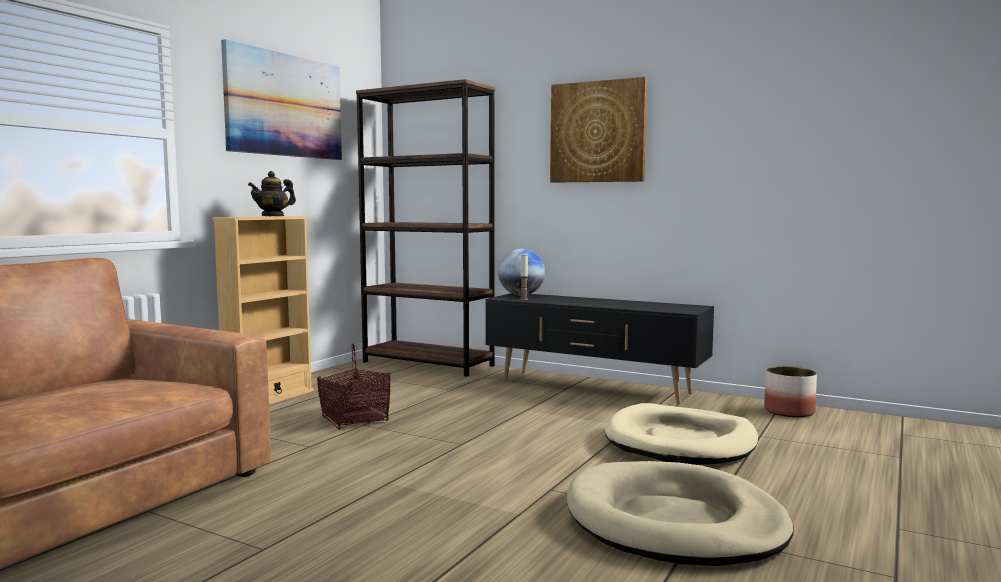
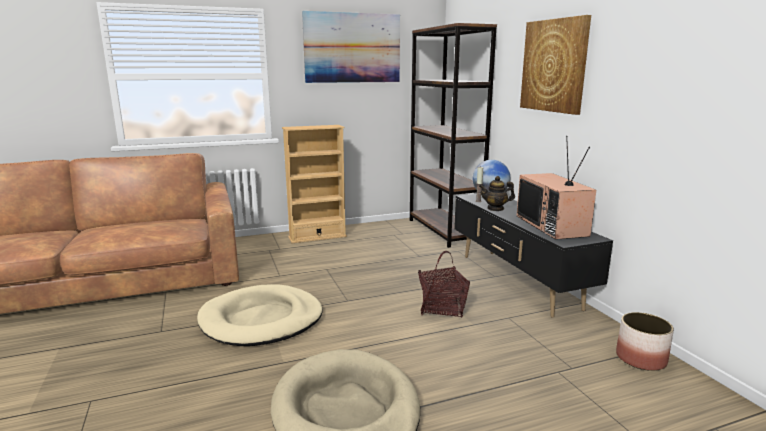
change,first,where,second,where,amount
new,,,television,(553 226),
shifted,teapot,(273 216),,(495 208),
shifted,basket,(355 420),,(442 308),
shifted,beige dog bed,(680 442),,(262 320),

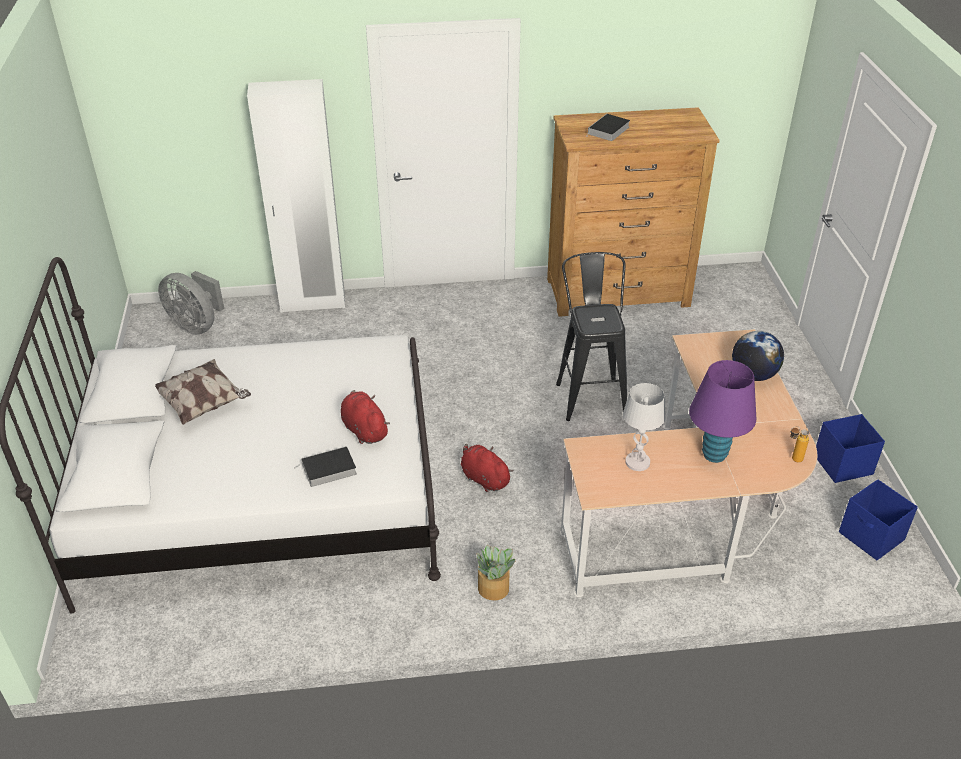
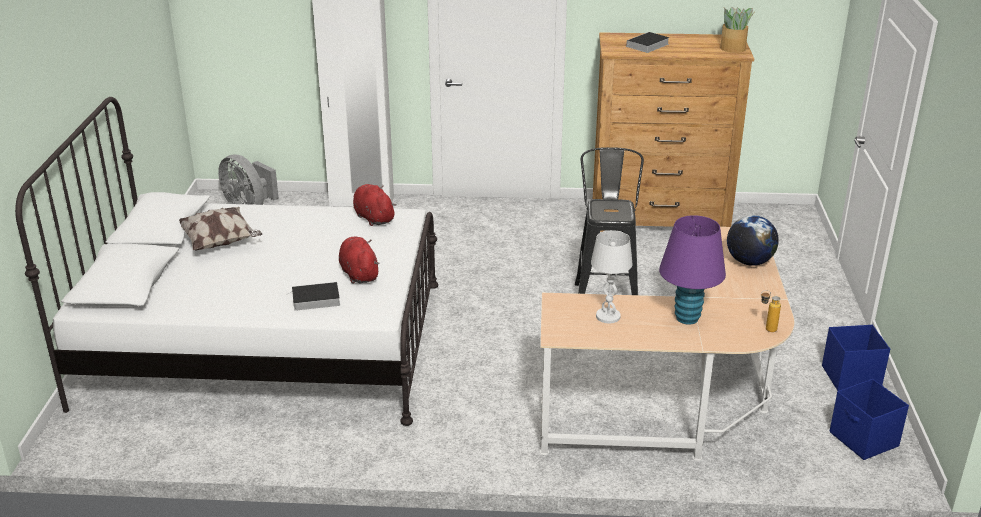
change,first,where,second,where,amount
shifted,red plush toy,(483 478),,(373 218),
shifted,potted plant,(494 589),,(733 48),

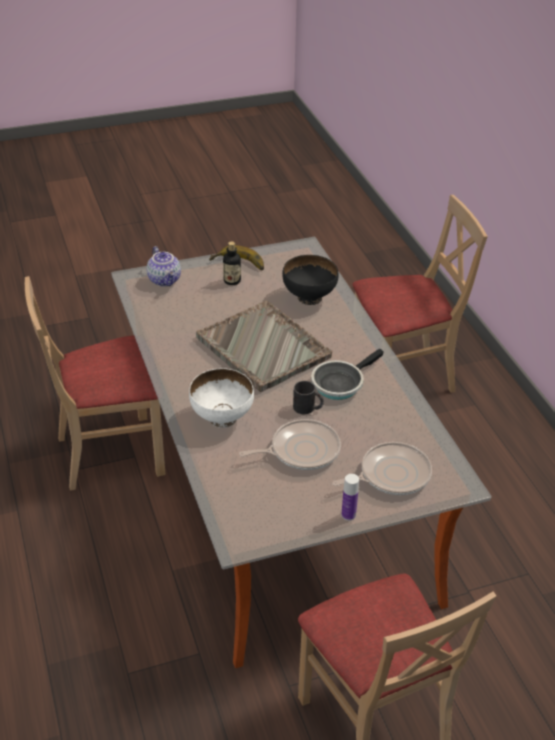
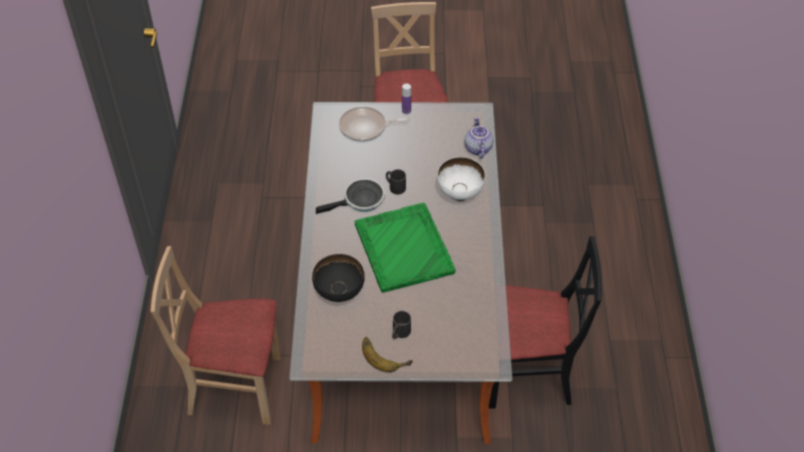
change,first,where,second,where,amount
gone,frying pan,(301 450),,,
shifted,teapot,(165 280),,(477 148),
swapped,bottle,(232 281),black mug,(399 333),
repainted,beige chair,(110 453),black chair,(527 374),
repainted,grey tray,(264 348),green tray,(403 247),

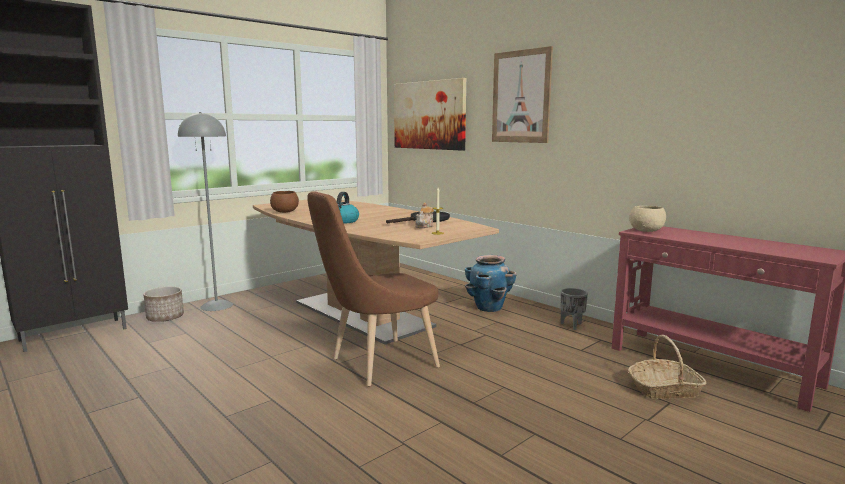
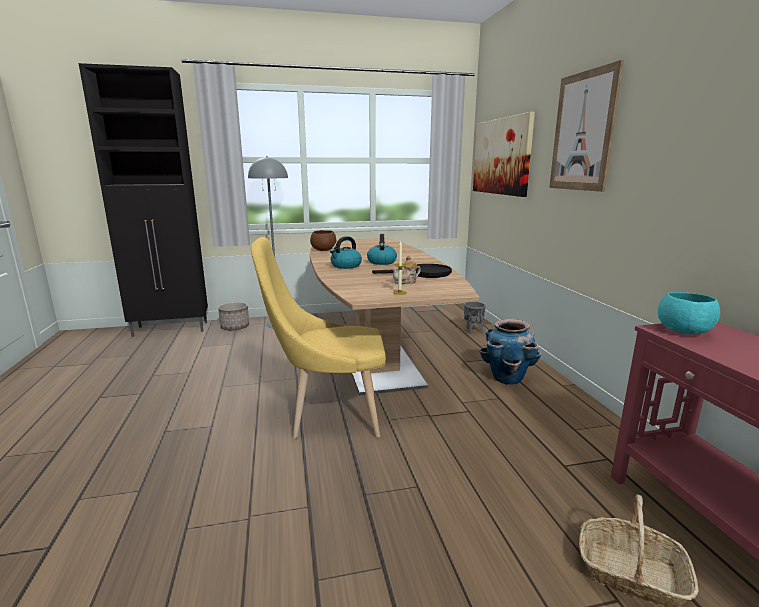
change,first,where,second,where,amount
new,,,kettle,(381 262),
shifted,grey planter,(572 325),,(472 331),
repainted,brown chair,(377 364),yellow chair,(329 415),
repainted,beige bowl,(646 231),turquoise bowl,(684 331),

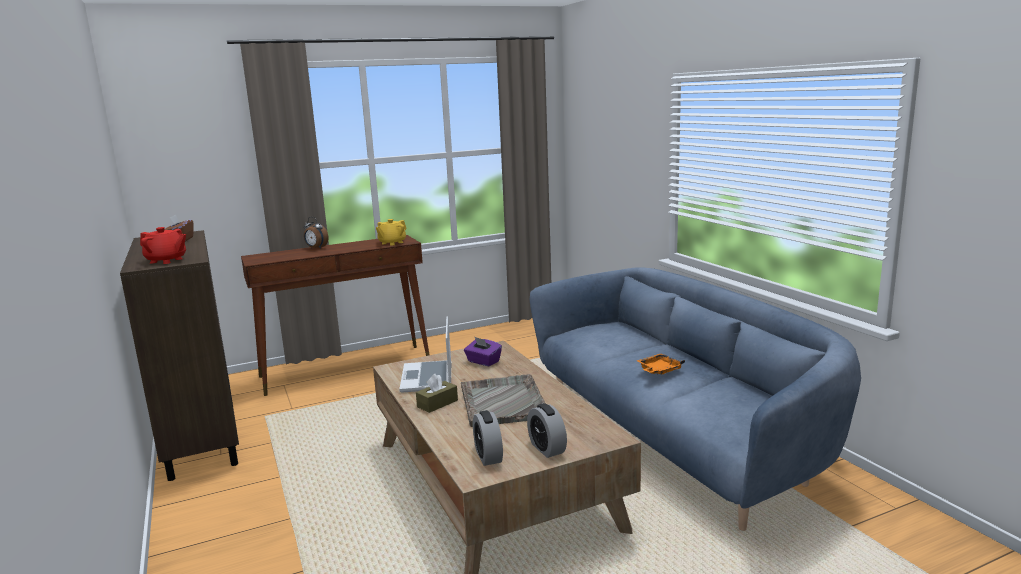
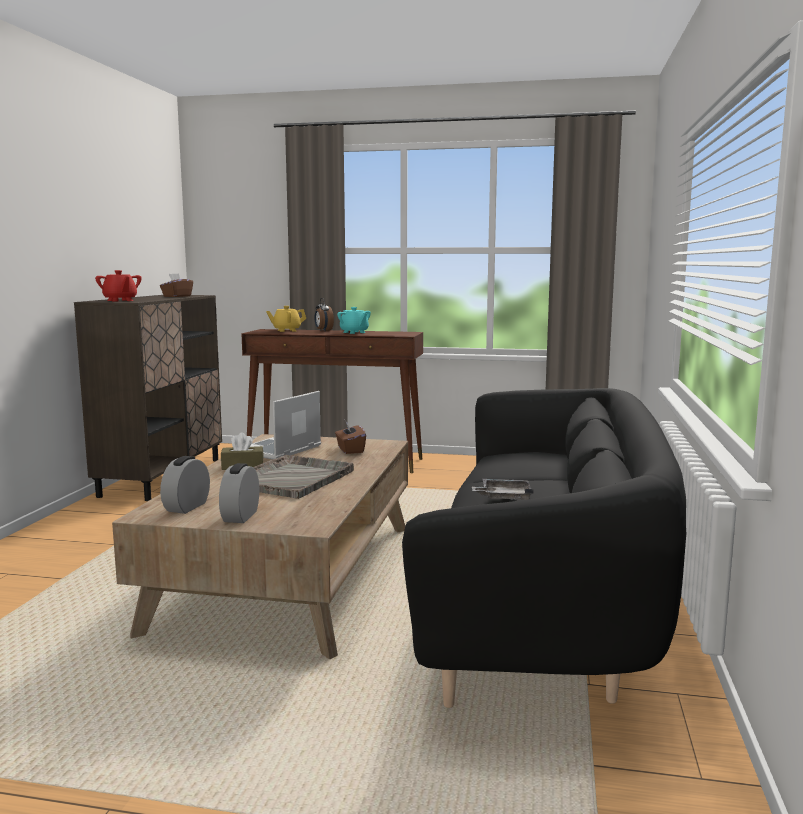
change,first,where,second,where,amount
new,,,turquoise teapot,(354 332),
shifted,yellow teapot,(392 243),,(286 330),
repainted,purple tissue box,(483 362),brown tissue box,(350 450),
repainted,blue sofa,(674 434),black sofa,(543 598),
repainted,orange tray,(659 370),grey tray,(504 497),

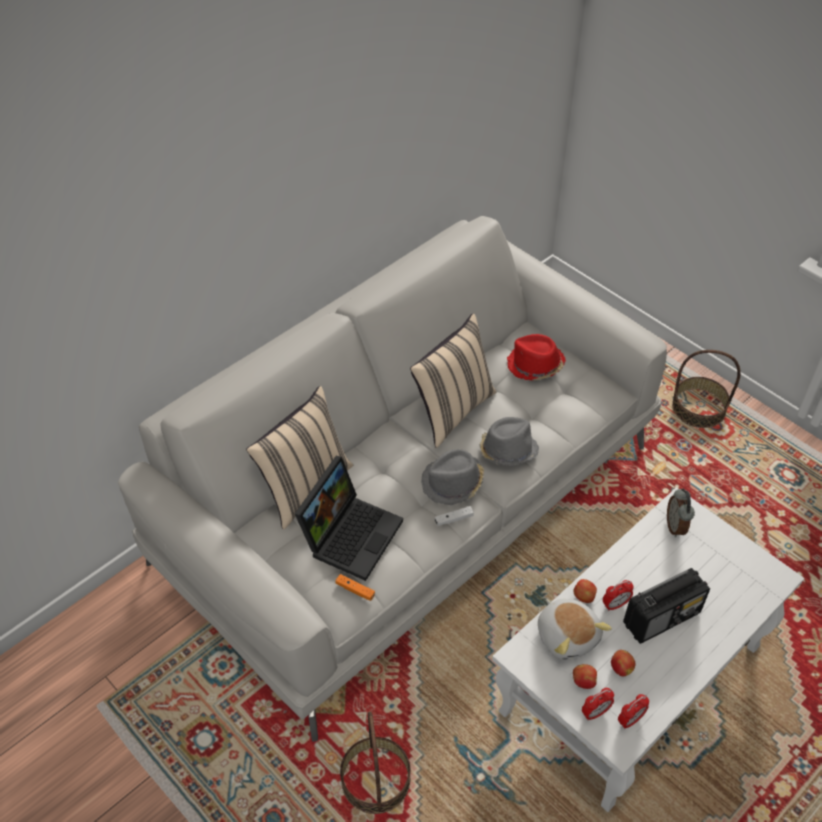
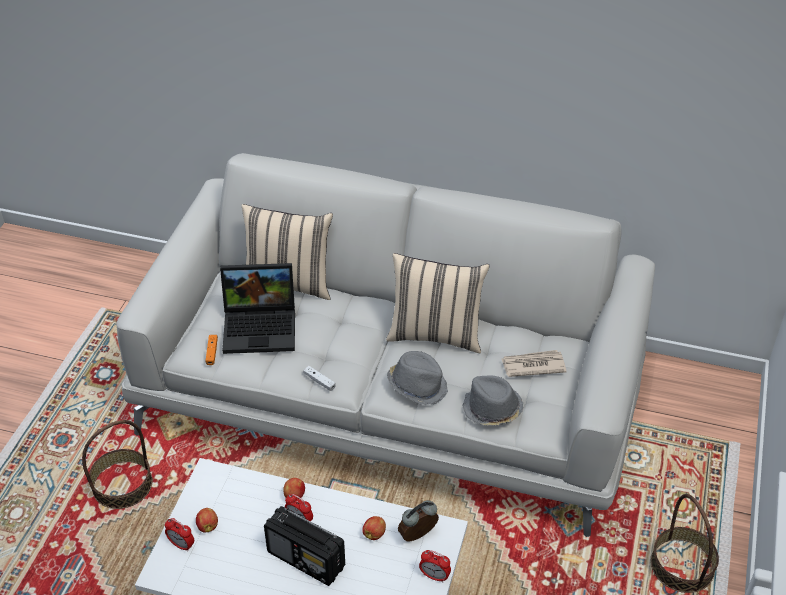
change,first,where,second,where,amount
gone,plush toy,(567 635),,,
shifted,grey hat,(453 483),,(491 409),
shifted,apple,(620 668),,(374 534),
shifted,alarm clock,(630 720),,(434 576),
swapped,red hat,(534 366),newspaper,(532 365),

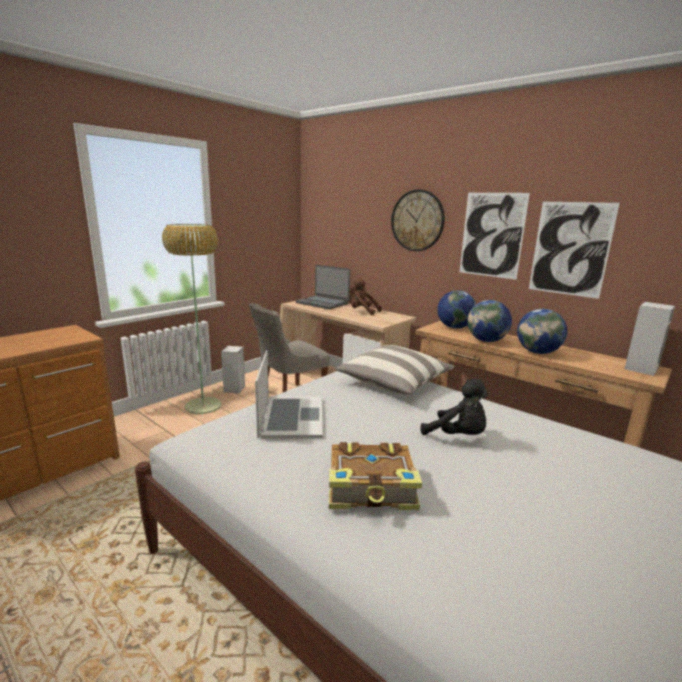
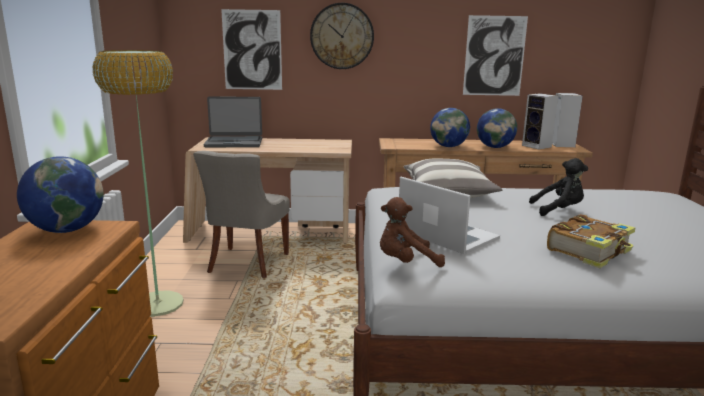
change,first,where,second,where,amount
shifted,speaker,(234 389),,(537 146),
shifted,brown plush toy,(362 312),,(406 263),
shifted,globe,(454 327),,(66 230),
shifted,picture,(492 235),,(252 50),

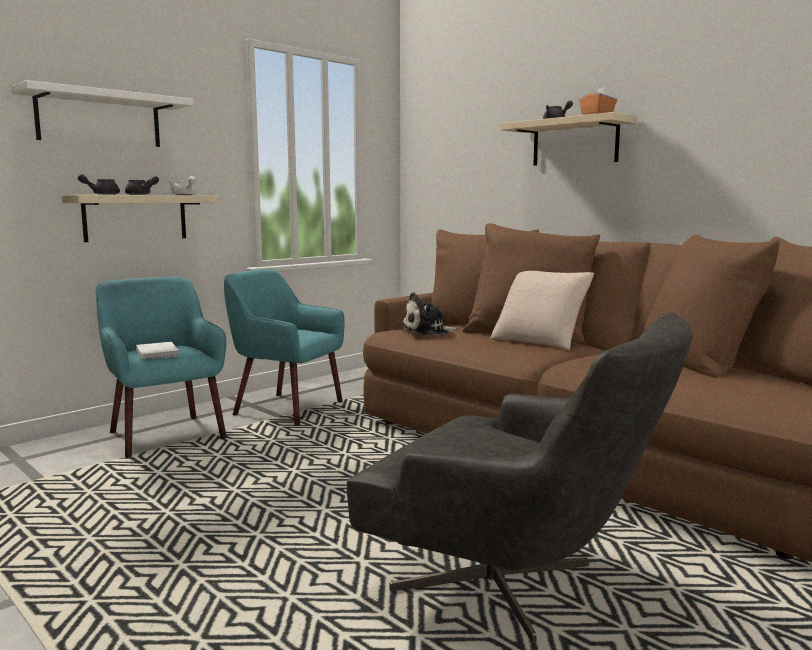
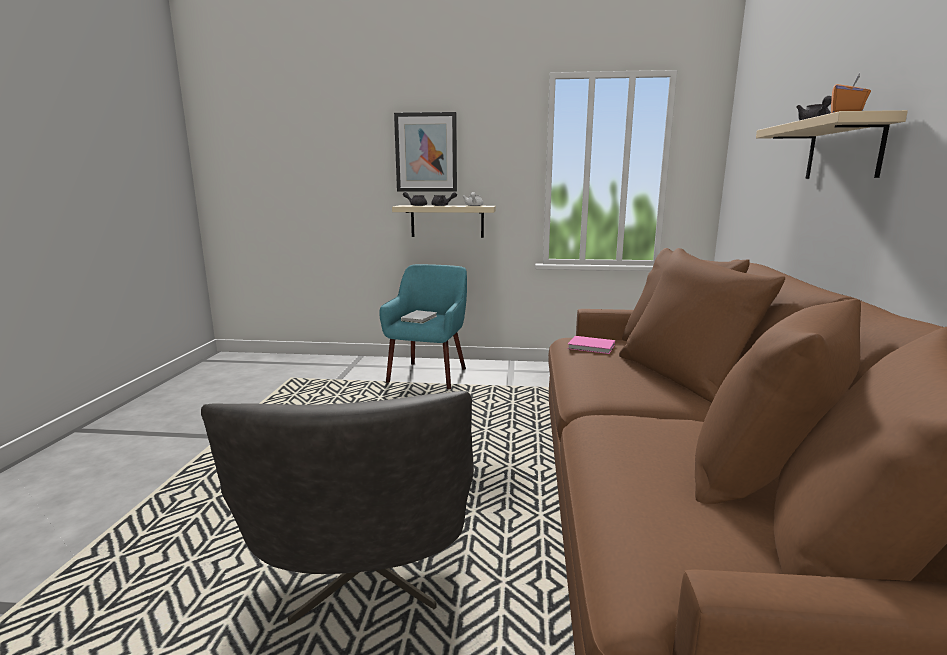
change,first,where,second,where,amount
gone,turquoise armchair,(287 408),,,
gone,beige pillow,(540 340),,,
swapped,white shelf,(99 119),picture,(426 152),
swapped,plush toy,(428 331),pink book,(592 347),

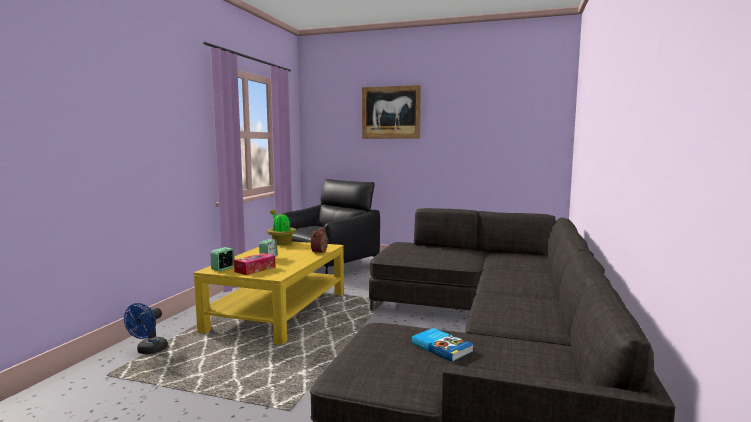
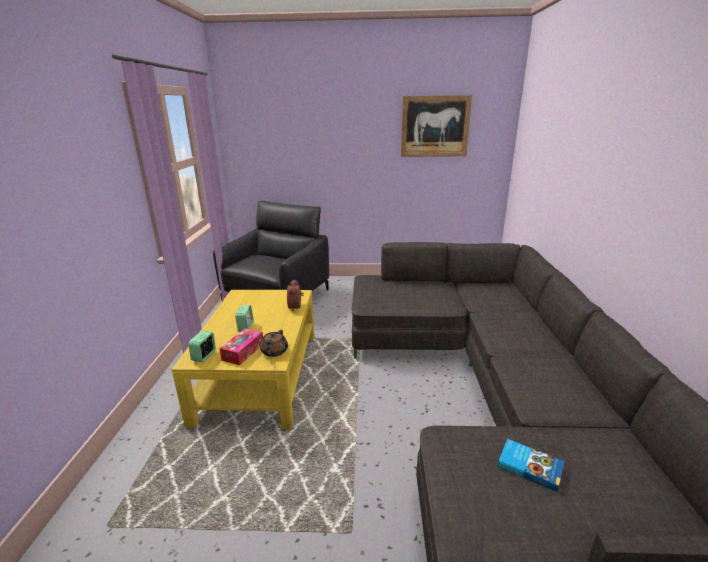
change,first,where,second,where,amount
gone,blue fan,(149 351),,,
gone,potted plant,(281 243),,,
new,,,brown teapot,(274 352),
shifted,picture,(391 112),,(435 126),

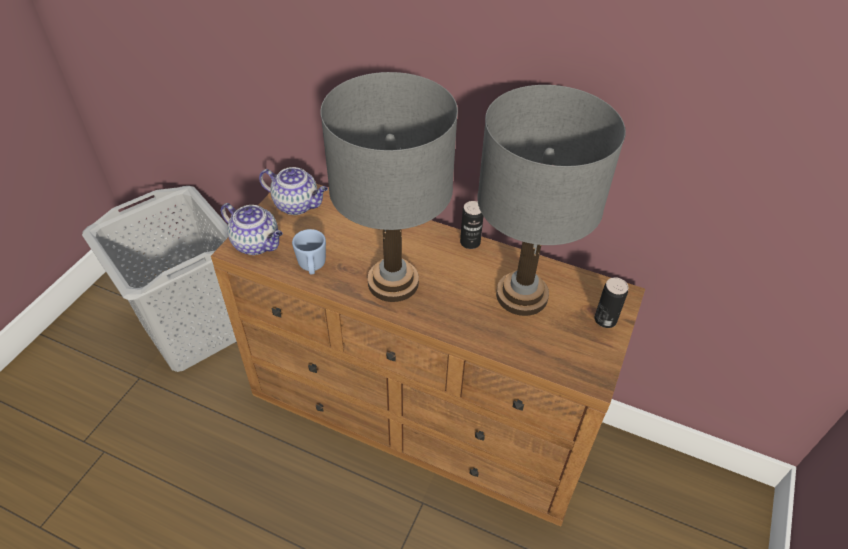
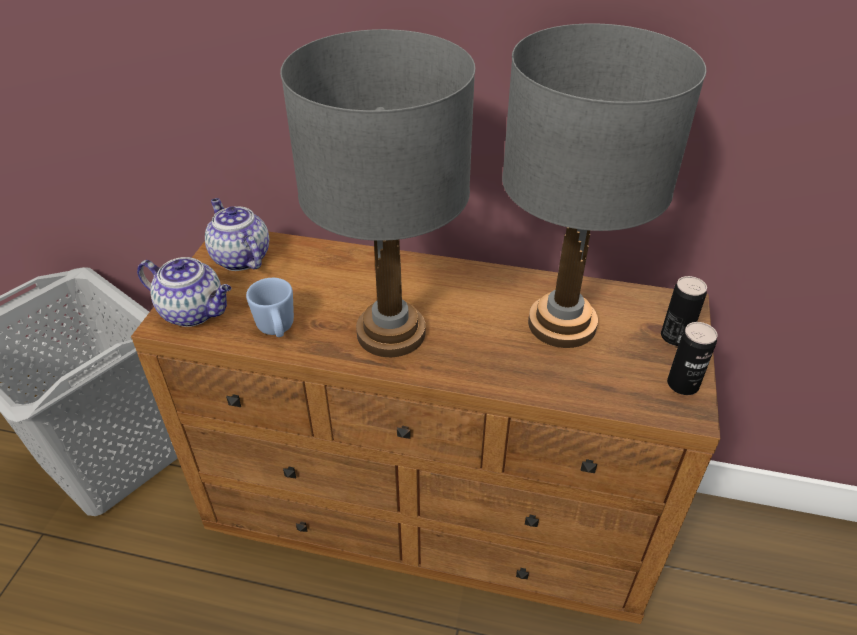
change,first,where,second,where,amount
shifted,can,(470 242),,(682 384),
rotated,teapot,(297 205),,(240 258),135 degrees counterclockwise

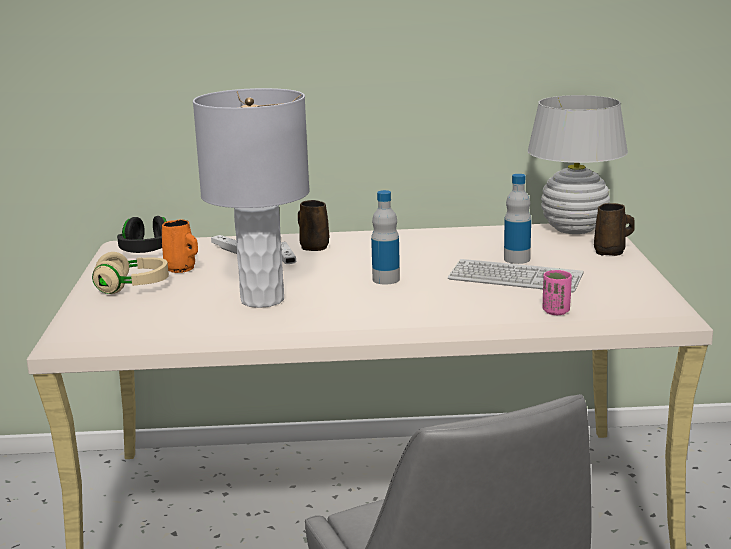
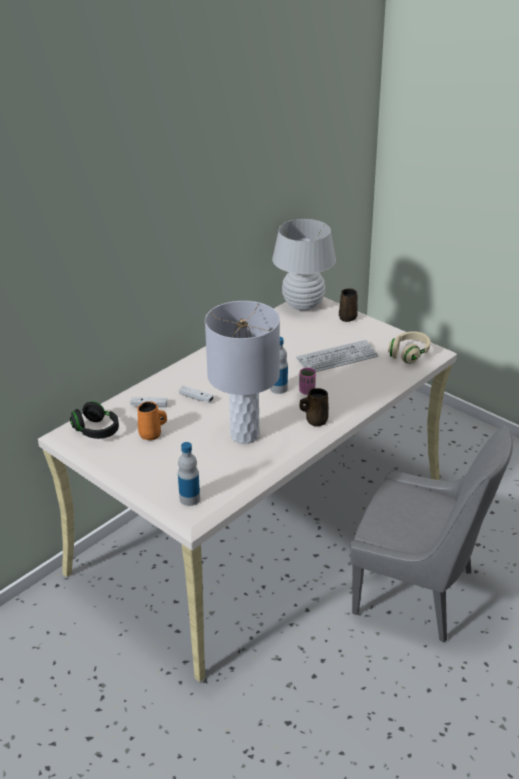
change,first,where,second,where,amount
shifted,beige headphones,(133 287),,(409 354),
shifted,brown mug,(313 247),,(315 420),
shifted,bottle,(517 259),,(189 499),
shifted,pink cup,(556 311),,(307 391),

